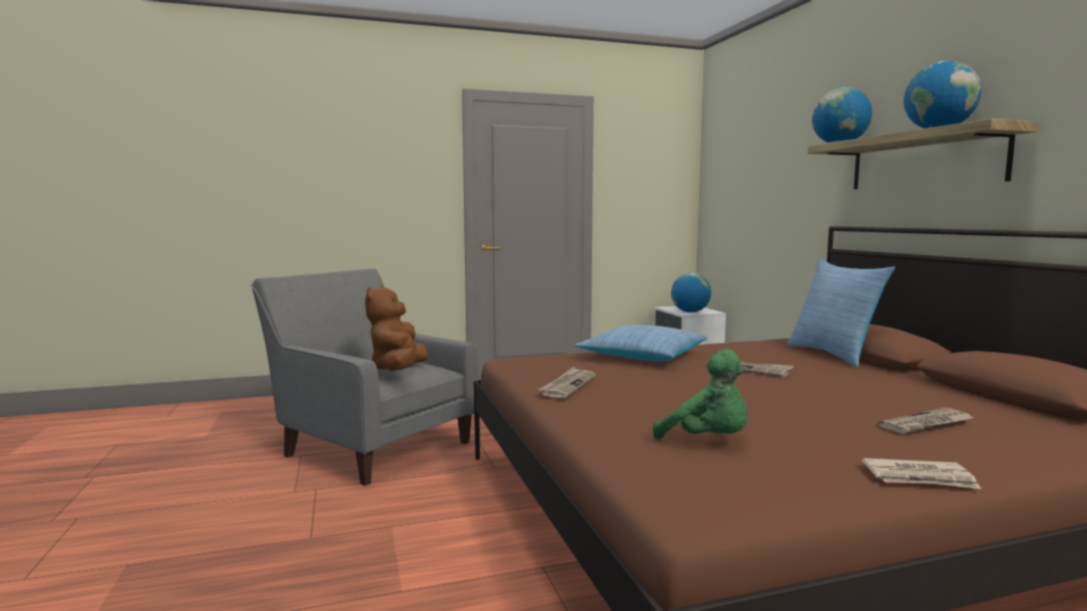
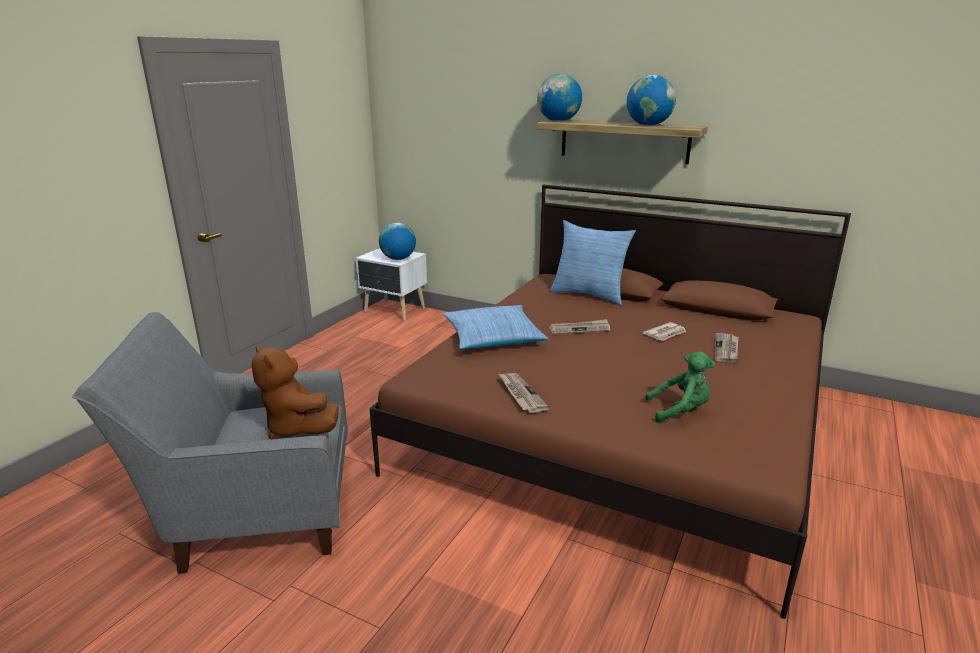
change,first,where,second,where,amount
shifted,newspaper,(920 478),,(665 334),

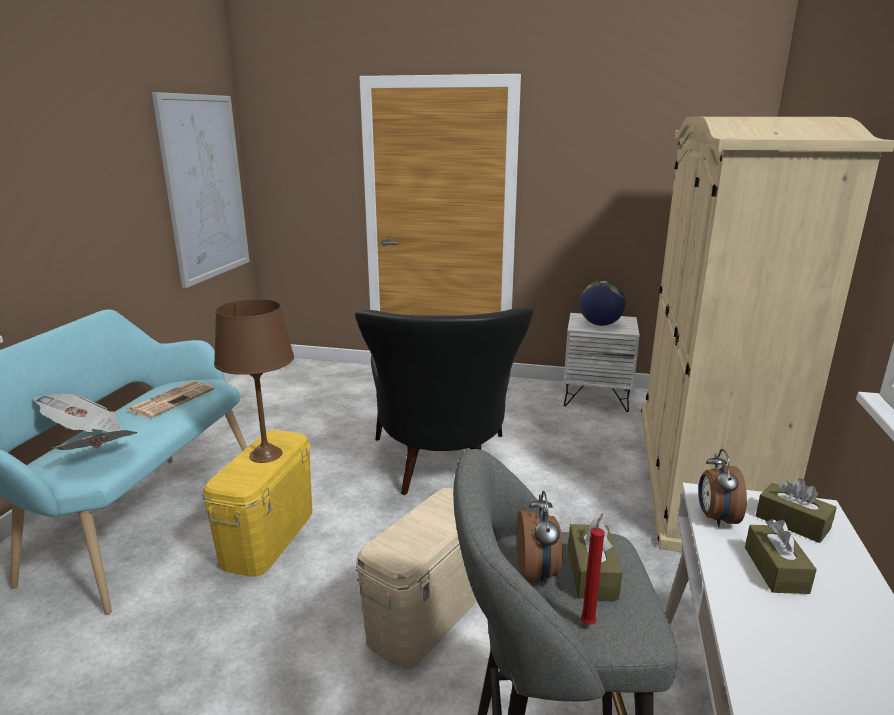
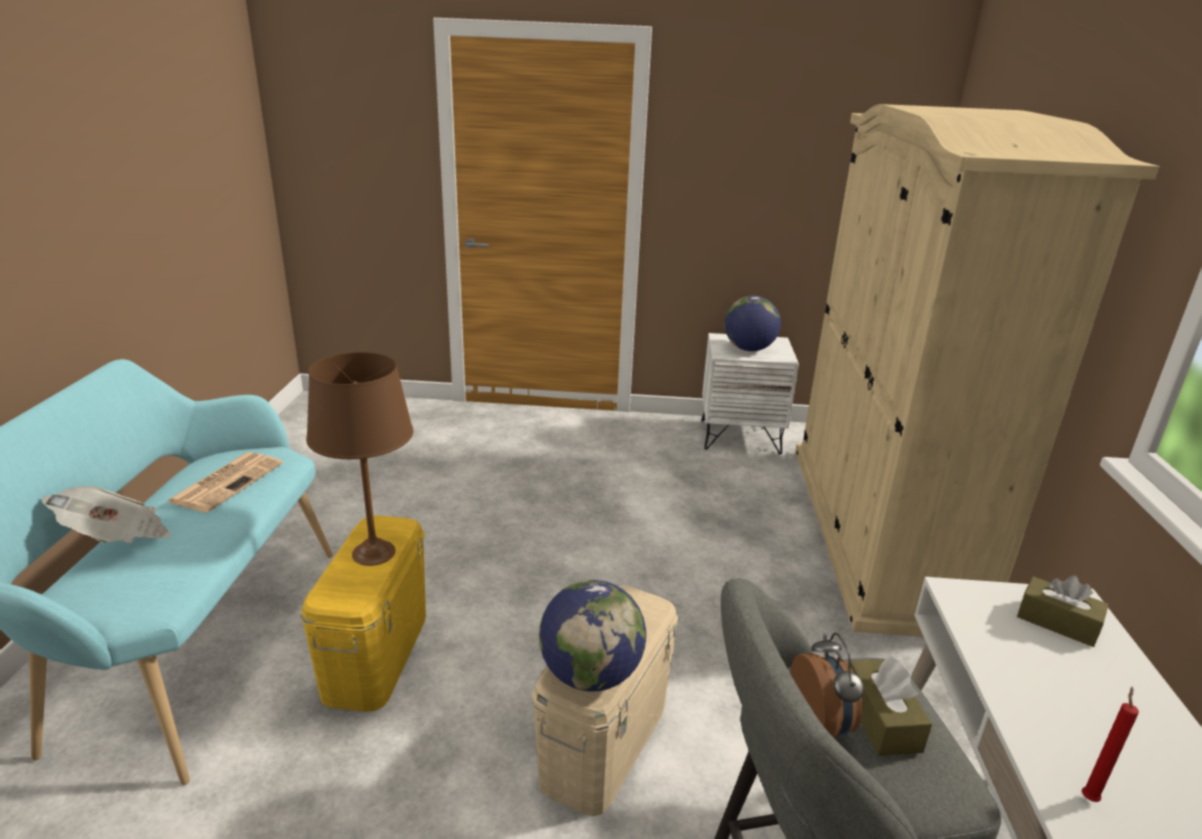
change,first,where,second,where,amount
gone,newspaper,(100 458),,,
gone,picture,(204 188),,,
gone,black armchair,(443 473),,,
gone,alarm clock,(715 518),,,
gone,brown tissue box,(775 570),,,
new,,,globe,(591 675),
shifted,red candle,(589 622),,(1088 797),

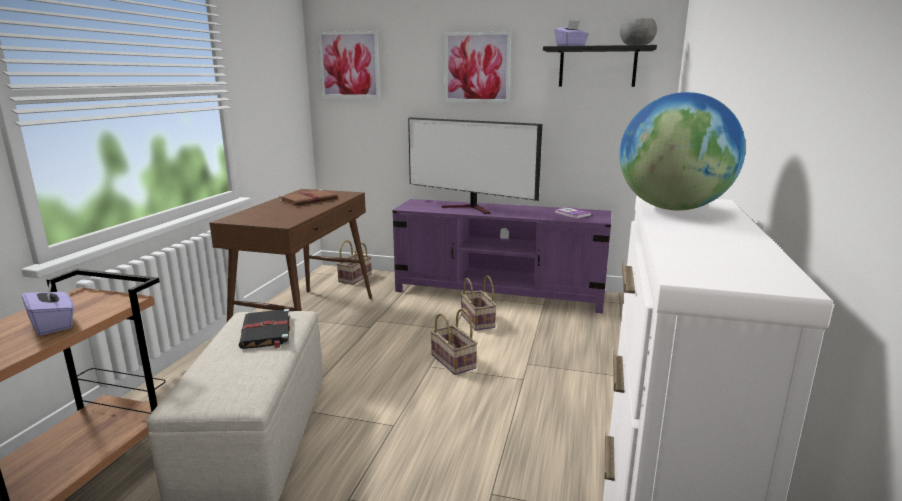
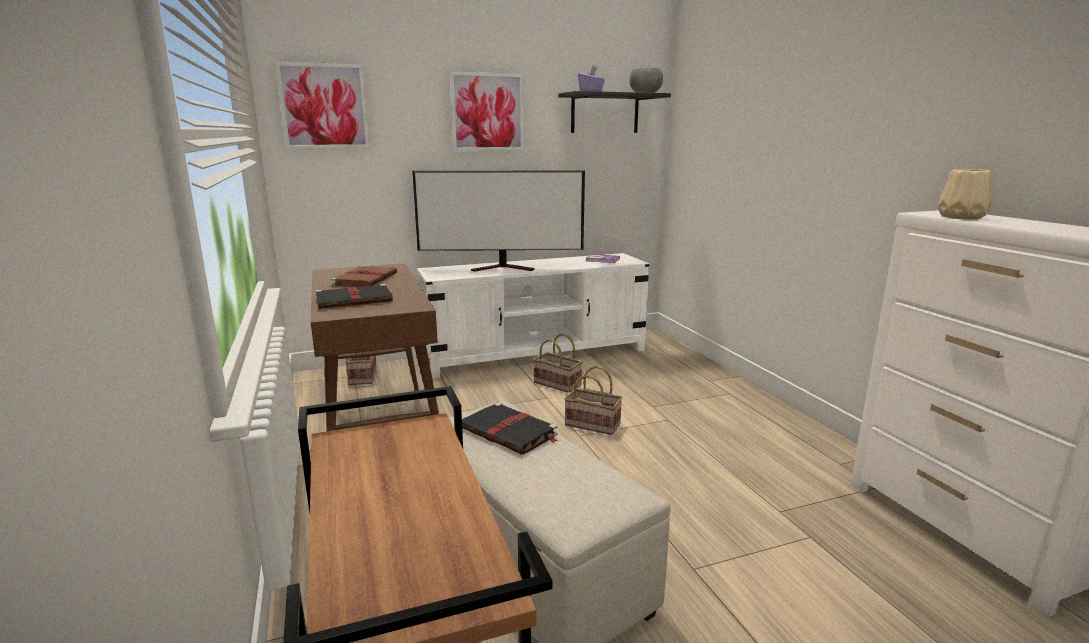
change,first,where,second,where,amount
gone,purple tissue box,(53 324),,,
new,,,black book,(355 300),
swapped,globe,(673 208),beige vase,(960 217),
repainted,purple tv stand,(499 292),white tv stand,(536 354),

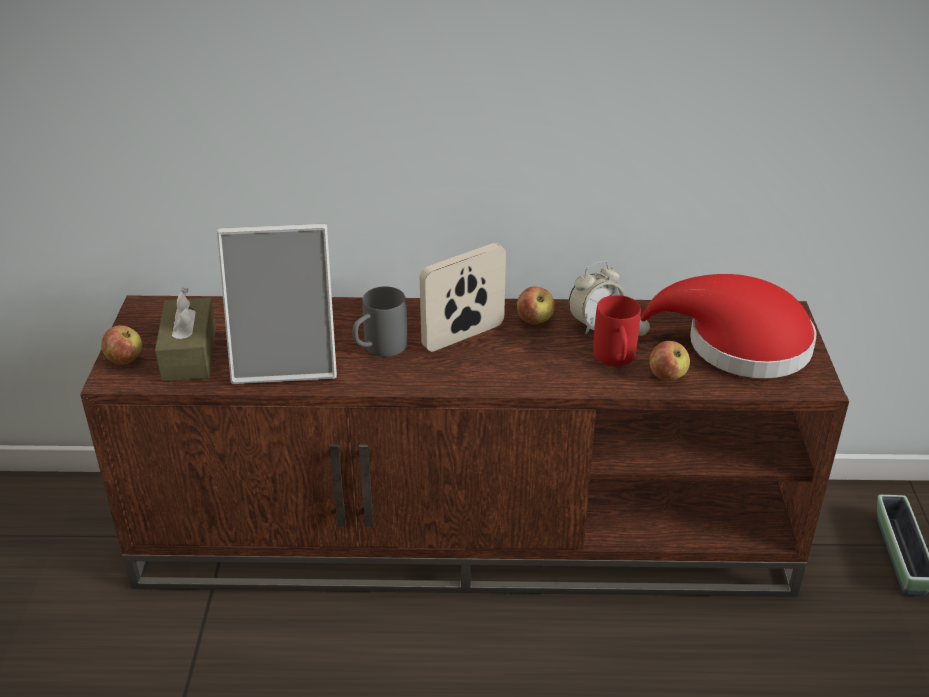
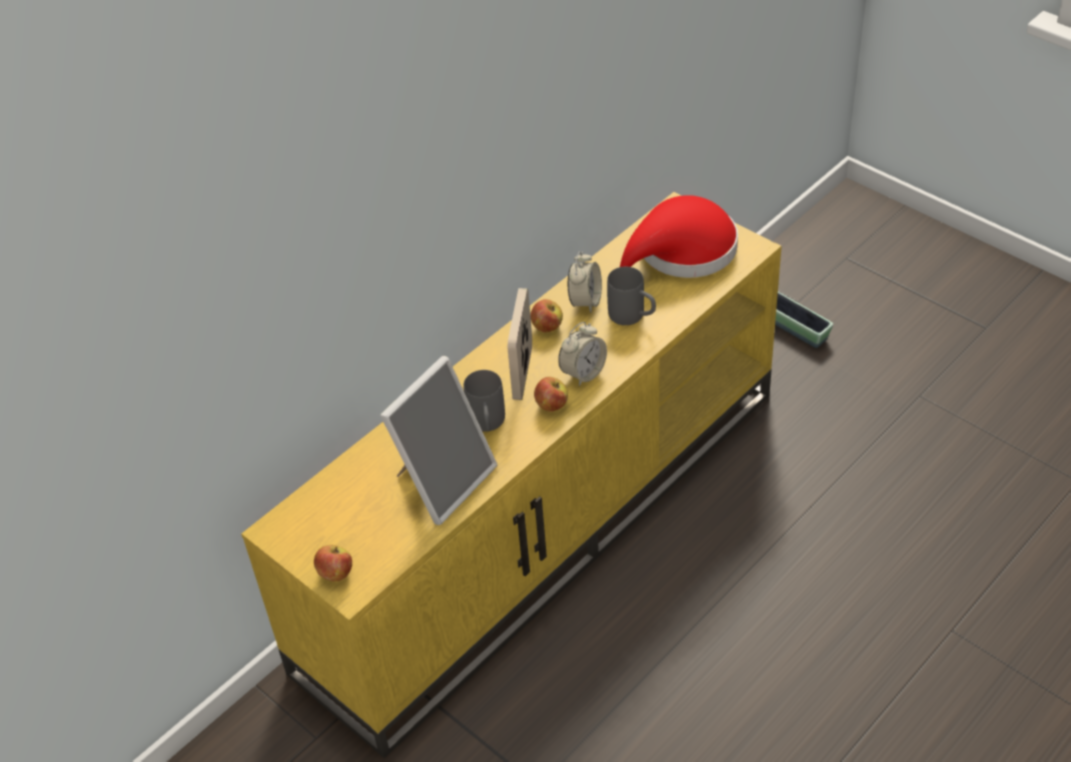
change,first,where,second,where,amount
gone,brown tissue box,(189 354),,,
new,,,alarm clock,(583 373),
shifted,apple,(667 376),,(551 405),
repainted,brown tv stand,(468 534),yellow tv stand,(544 522),
repainted,red mug,(615 360),grey mug,(633 317),

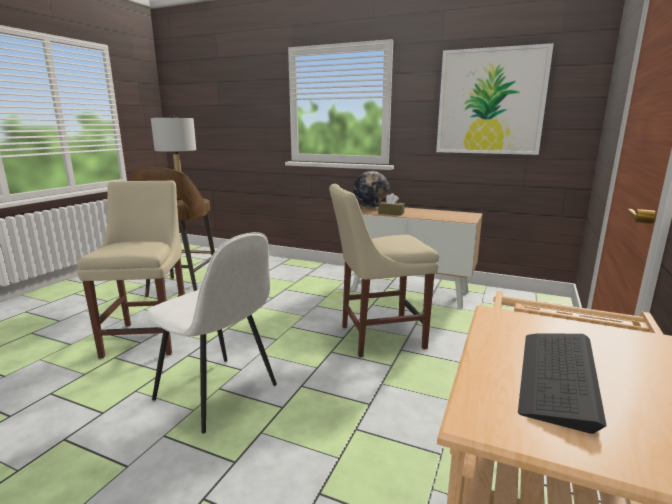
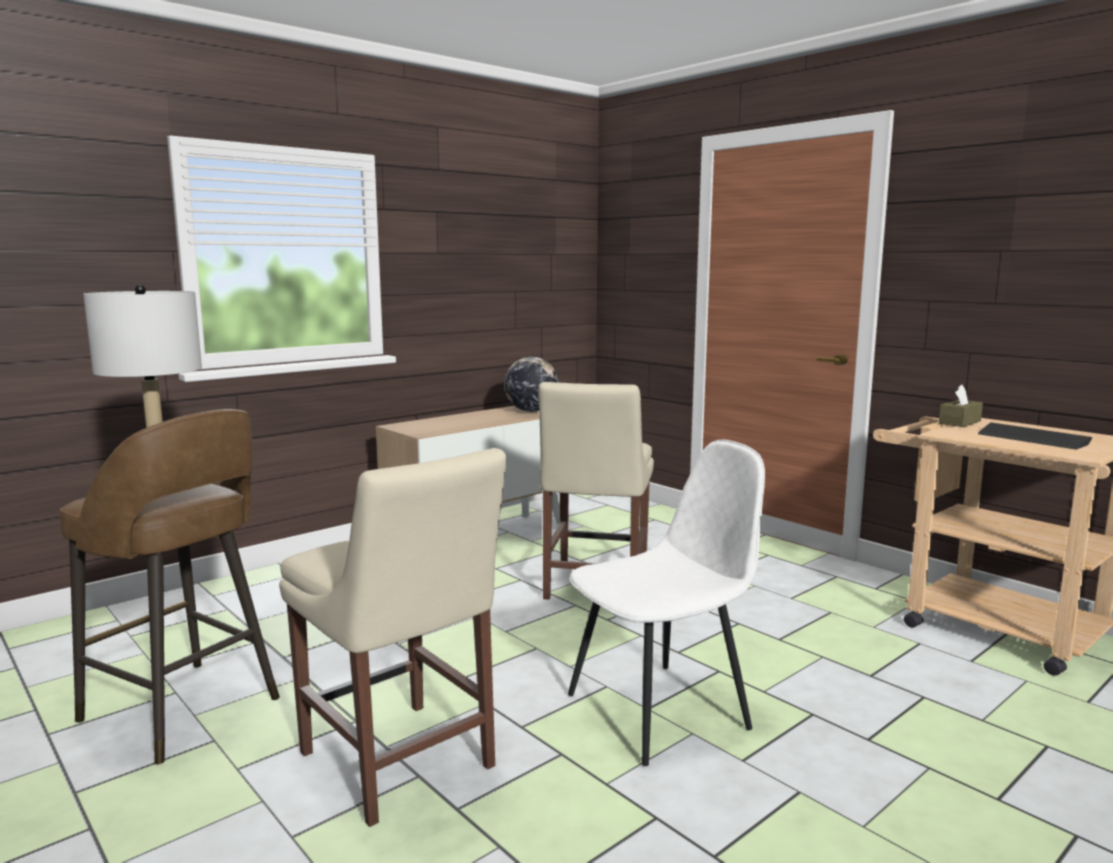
change,first,where,second,where,amount
gone,picture,(490 102),,,
shifted,globe,(370 207),,(531 411),
shifted,brown tissue box,(391 213),,(959 422),
rotated,beige chair,(149 336),,(401 764),150 degrees counterclockwise

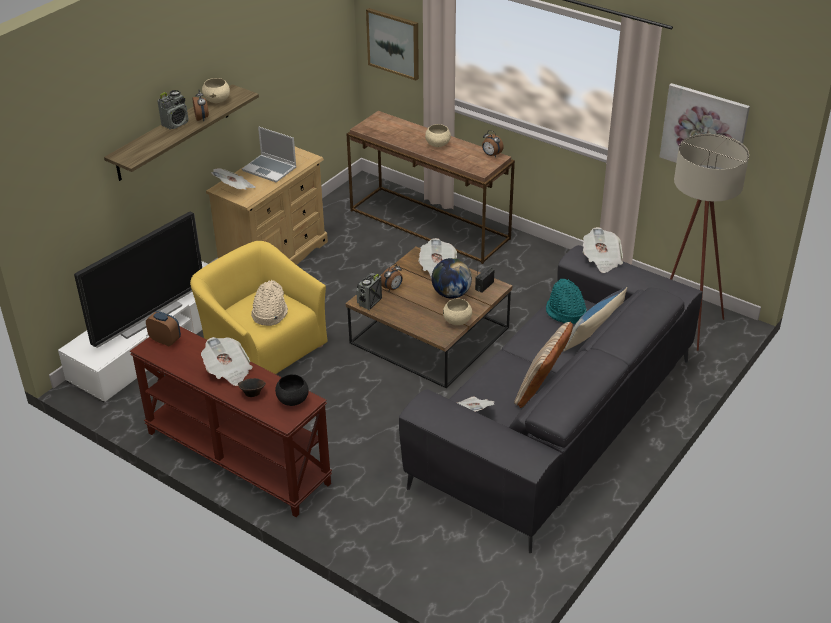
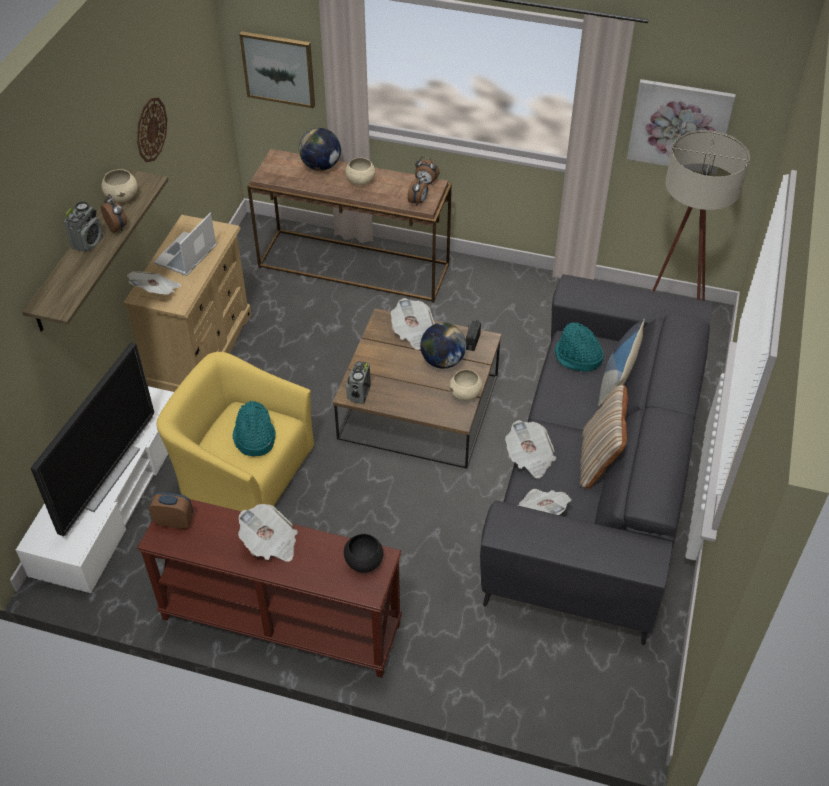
change,first,where,second,where,amount
gone,brown bowl,(252 393),,,
new,,,wall clock,(151 129),
new,,,globe,(321 166),
shifted,alarm clock,(392 288),,(418 202),
shifted,newspaper,(602 260),,(529 458),
repainted,beige hat,(269 314),turquoise hat,(254 438),
rotated,laptop,(270 169),,(186 256),105 degrees clockwise

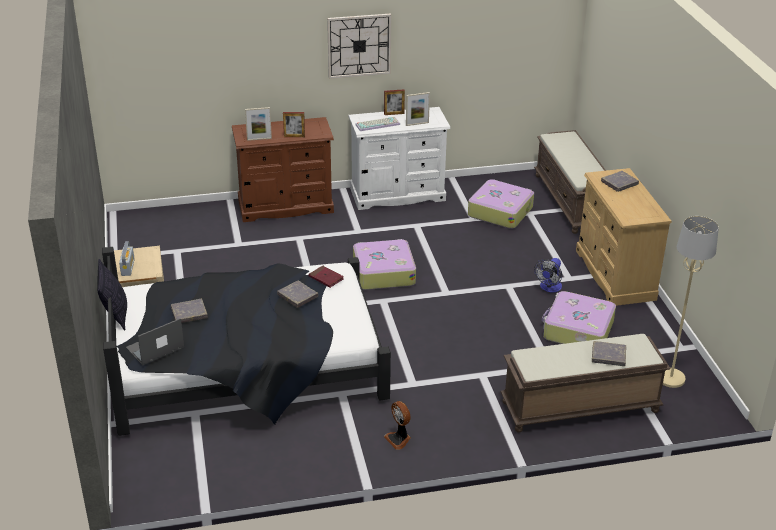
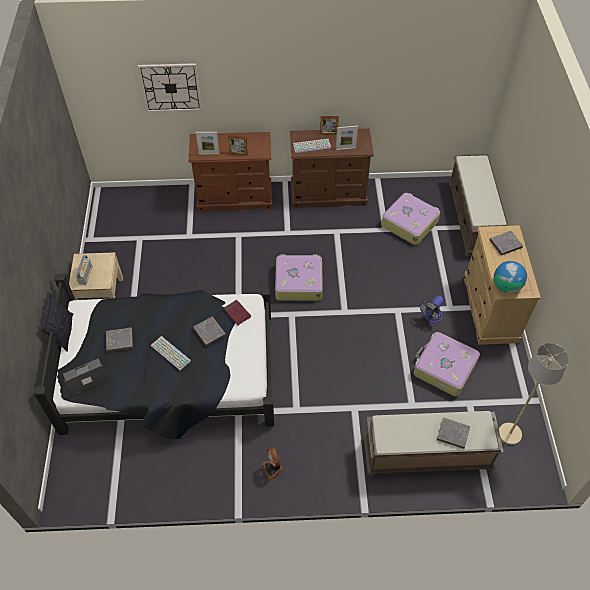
change,first,where,second,where,amount
new,,,keyboard,(169 353),
new,,,globe,(506 286),
shifted,wall clock,(359 45),,(170 87),
repainted,white dresser,(397 194),brown dresser,(328 194),

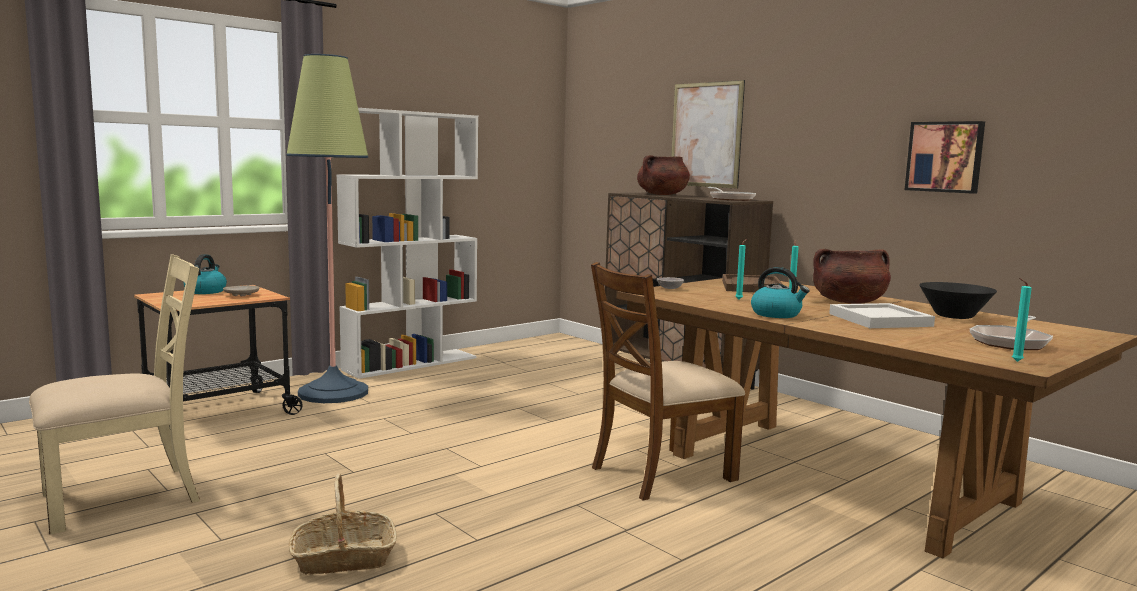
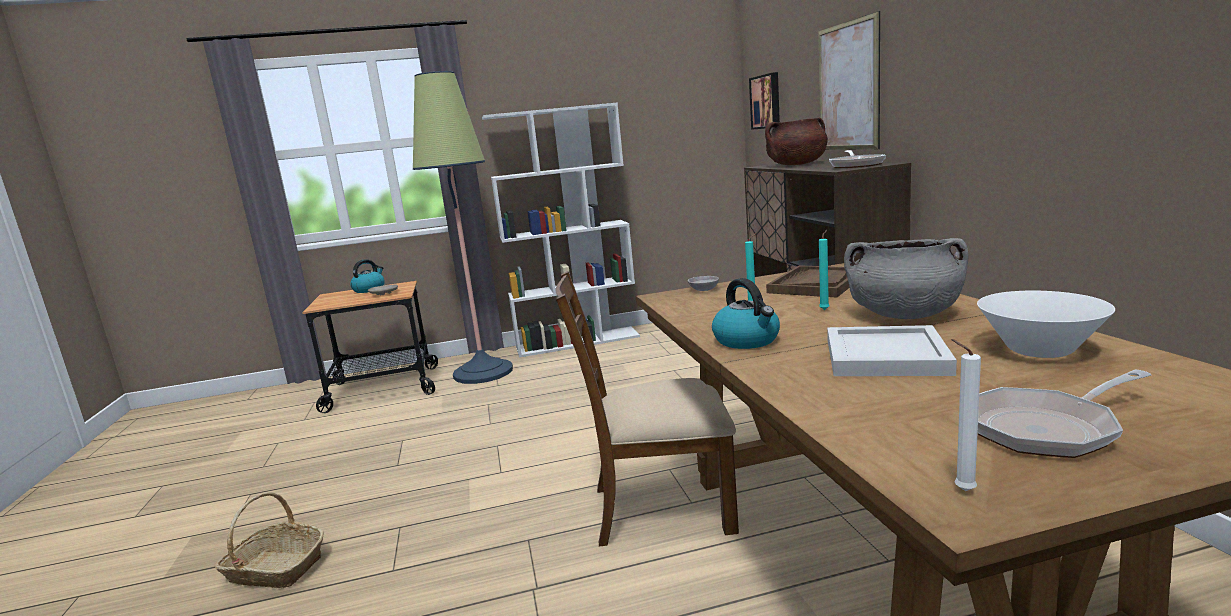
change,first,where,second,where,amount
gone,beige chair,(124 497),,,
shifted,picture,(945 157),,(766 101),
repainted,brown cooking pot,(848 302),grey cooking pot,(904 315),
repainted,black bowl,(954 316),white bowl,(1040 350),
repainted,turquoise candle,(1015 361),white candle,(961 490),

